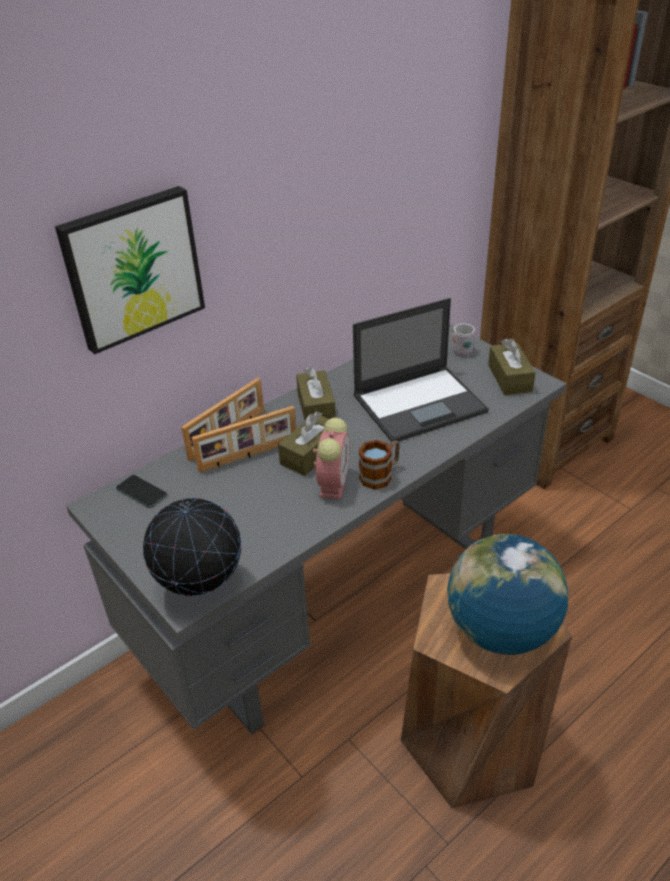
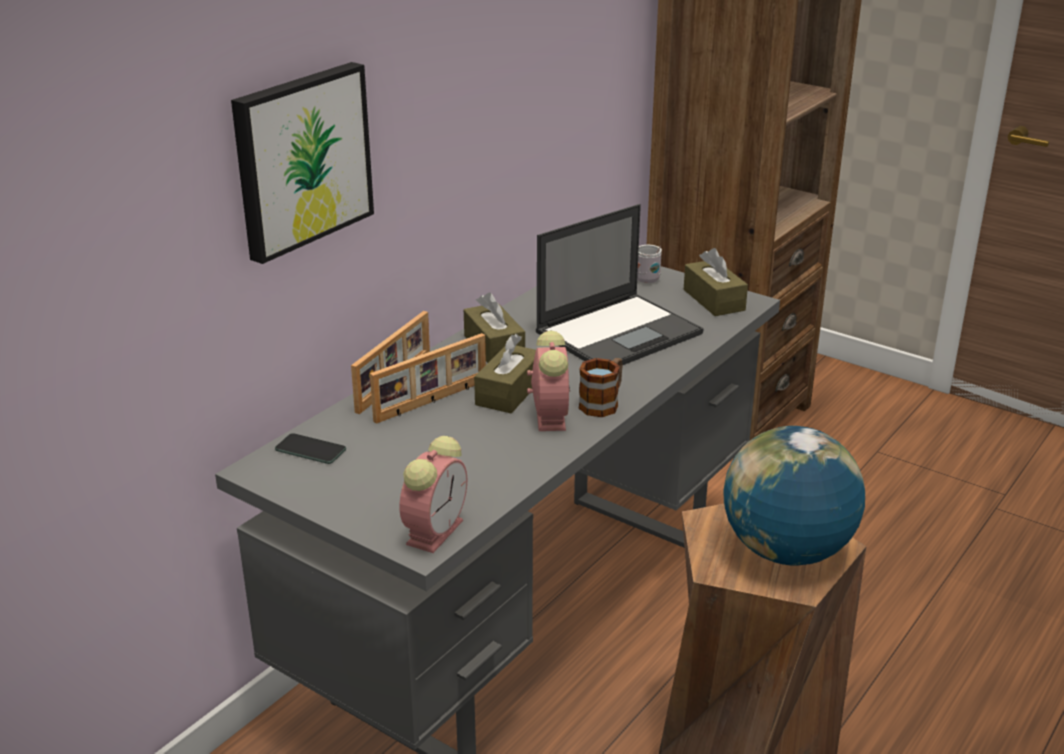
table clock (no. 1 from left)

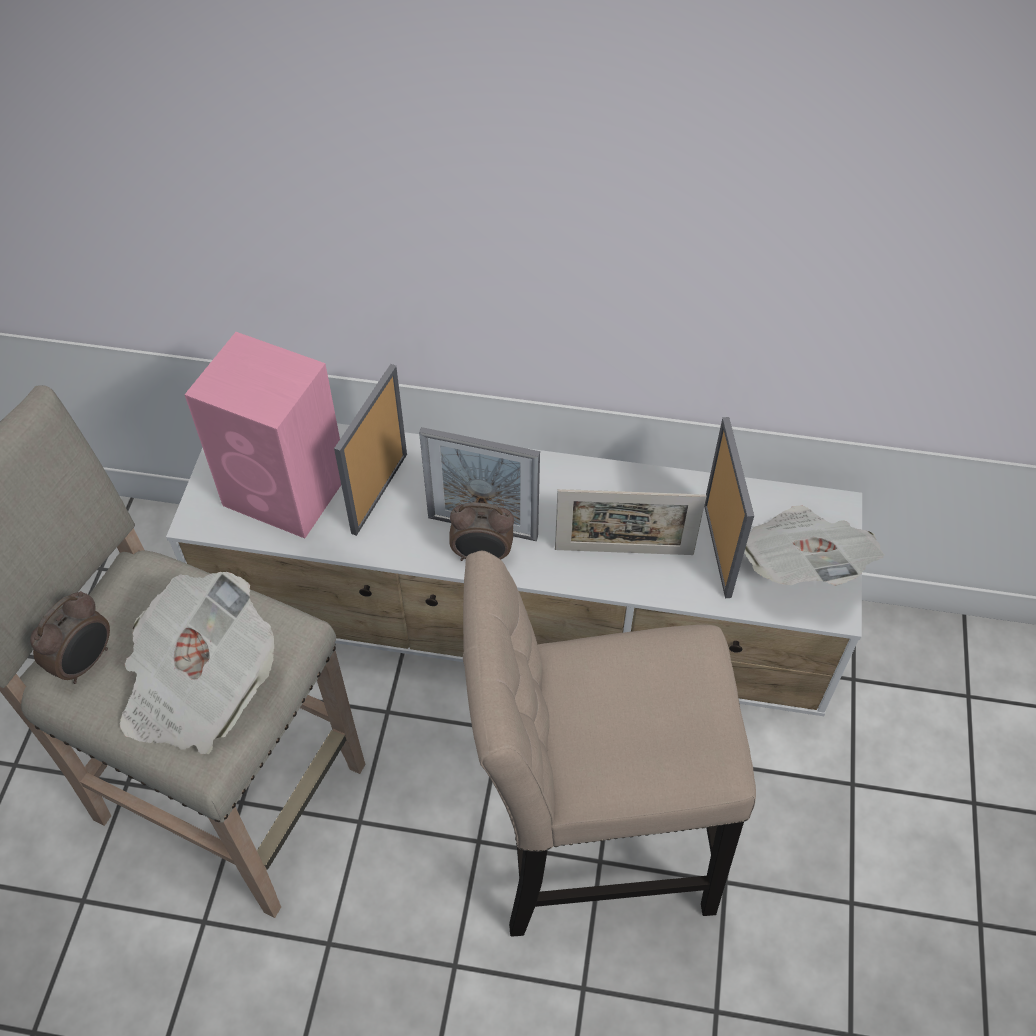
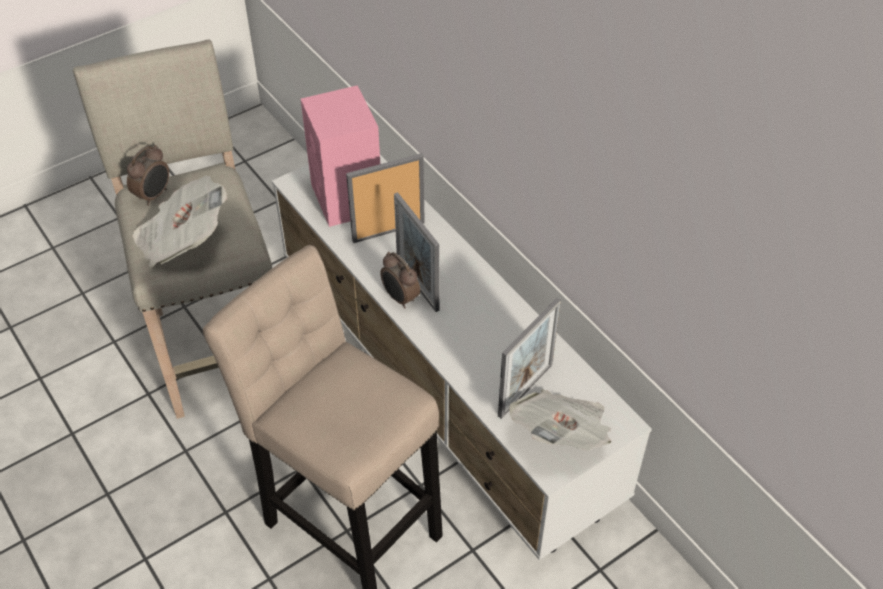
table clock (no. 1 from left); standing frame (no. 3 from left in the first image)

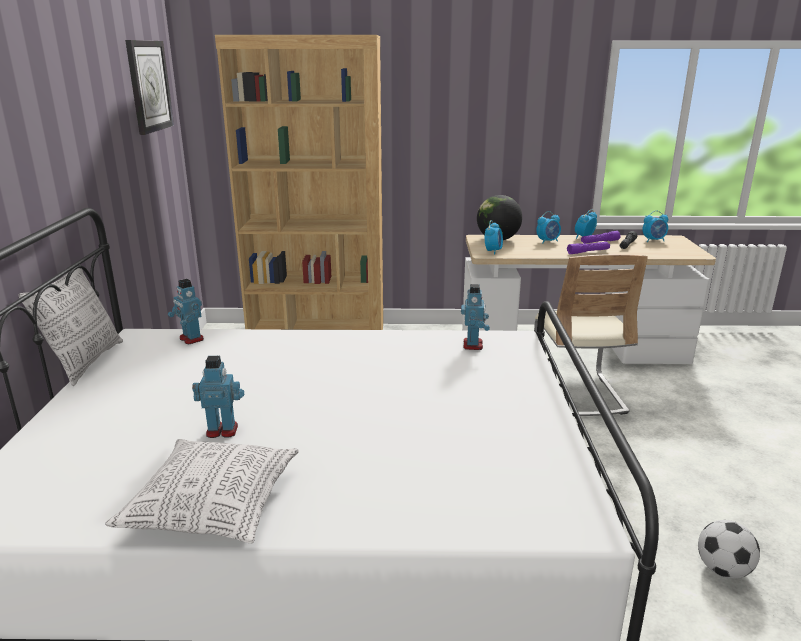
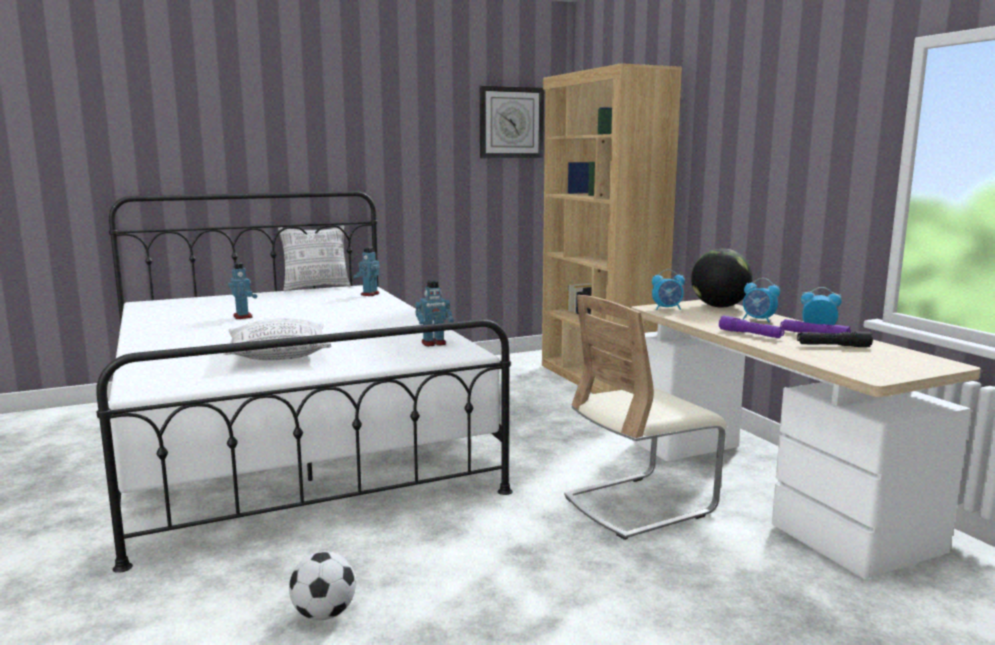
cushion (no. 1 from left); table clock (no. 4 from left in the first image)

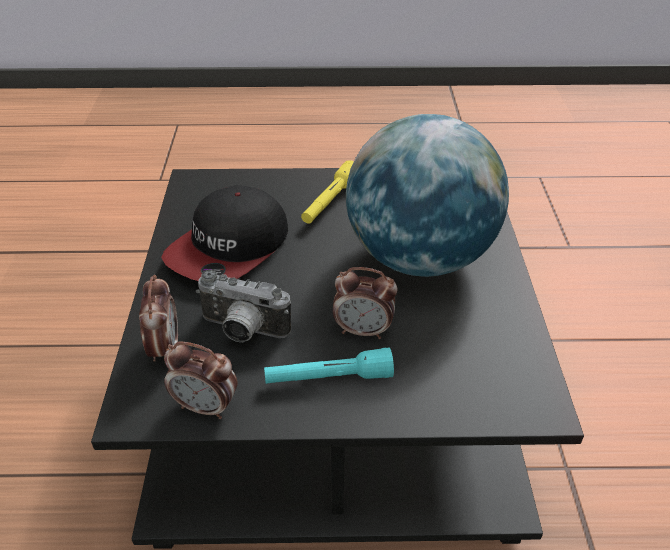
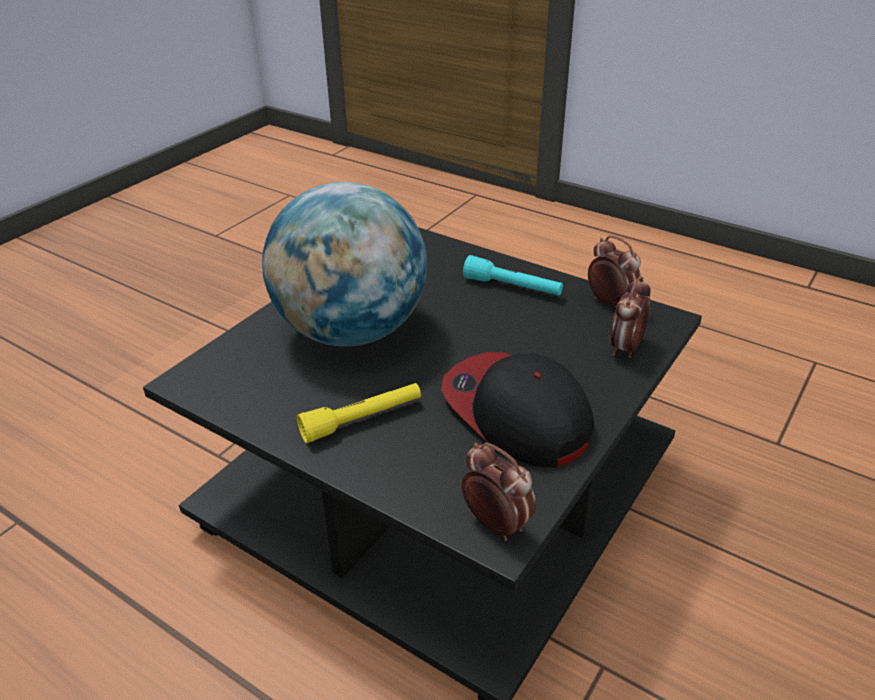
cap; table clock (no. 1 from left); still camera

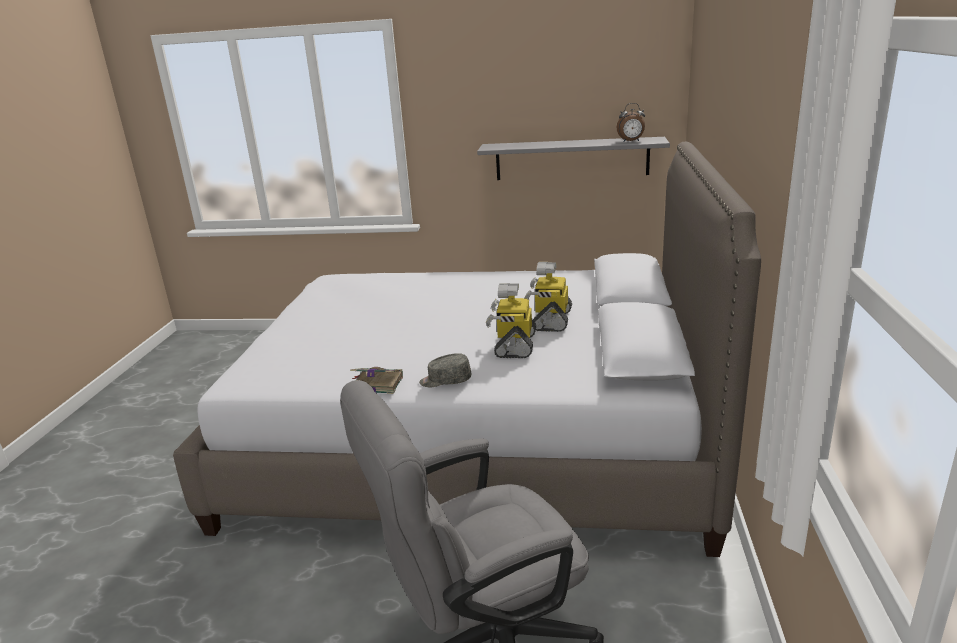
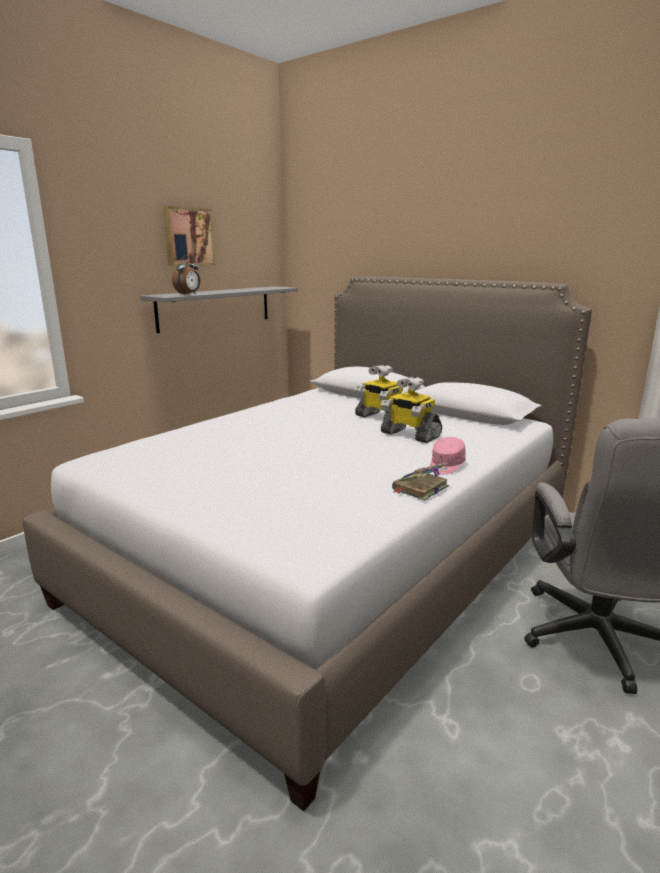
wall picture; table clock; pink-coloured cap

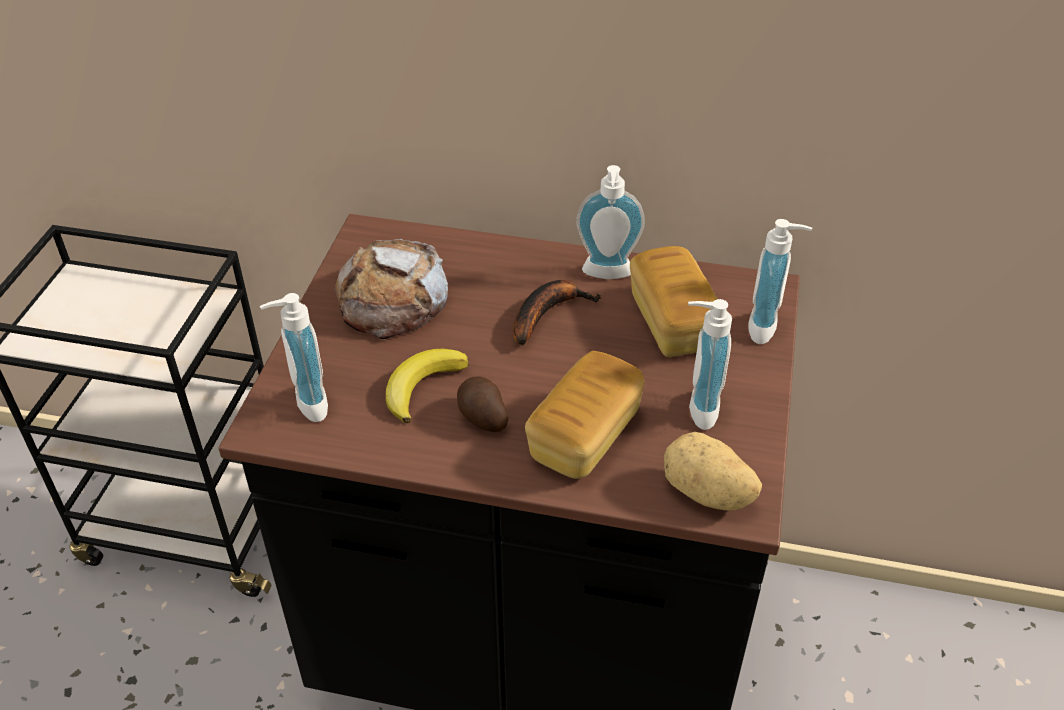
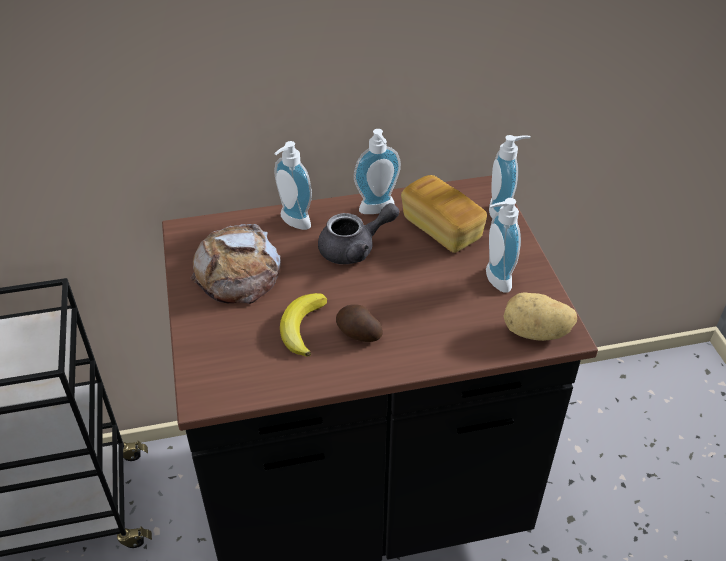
soap dispenser (no. 1 from left); greyish tea pot; bakery bread (no. 2 from left in the first image)

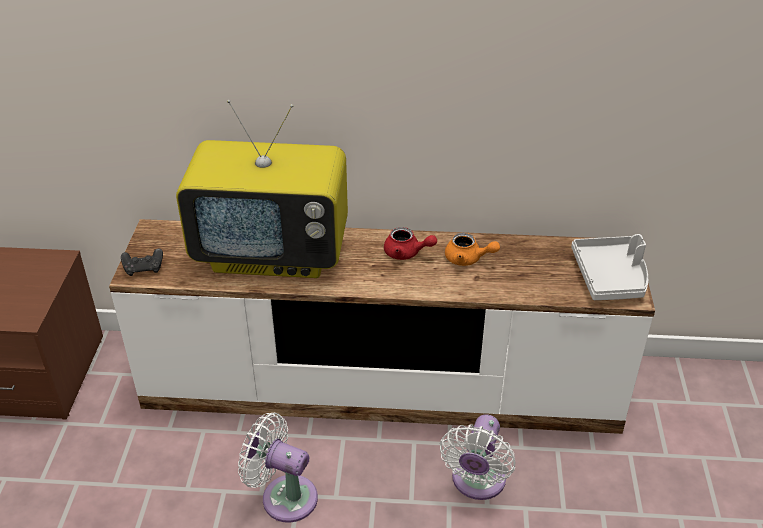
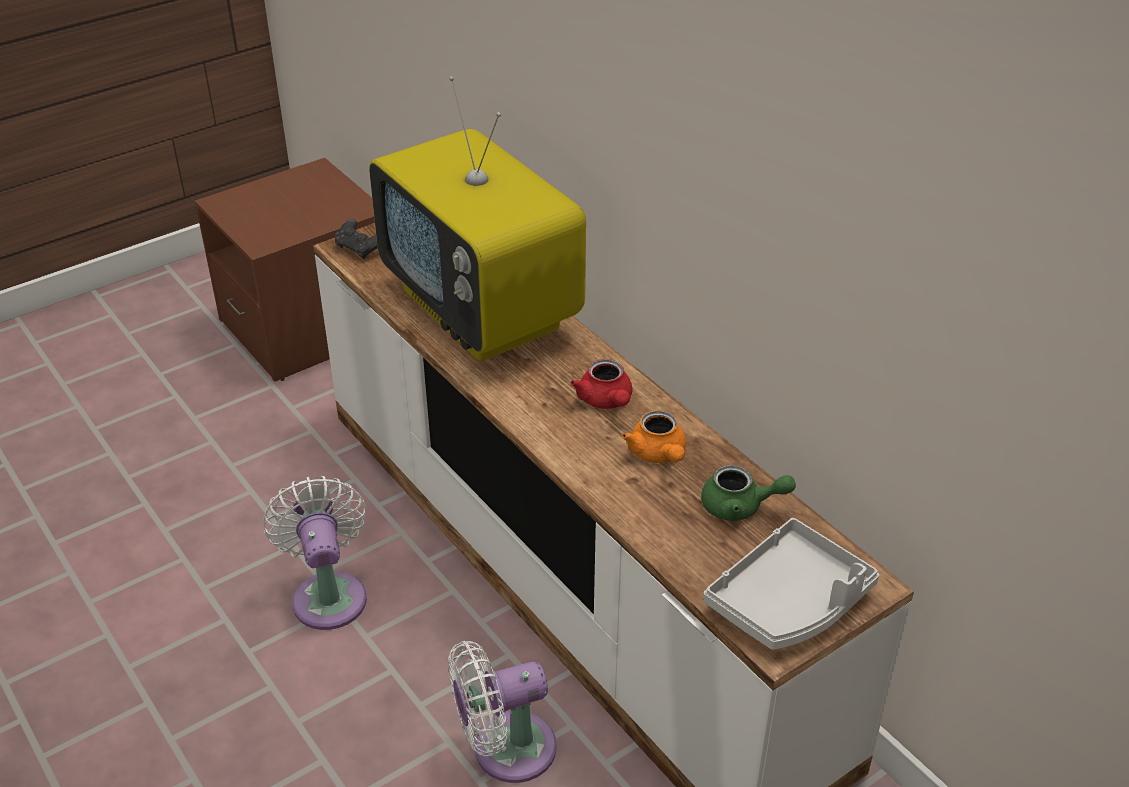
green tea pot

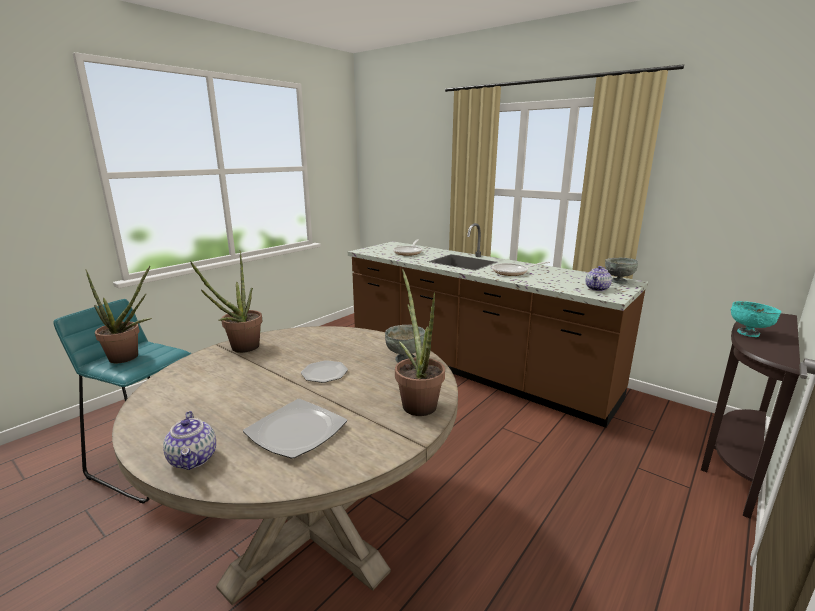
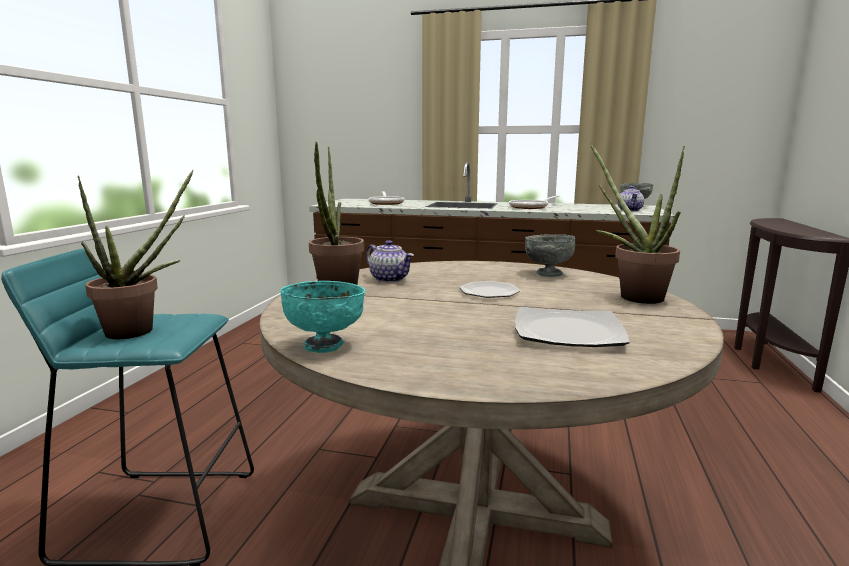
turquoise bowl; tea pot (no. 1 from left)

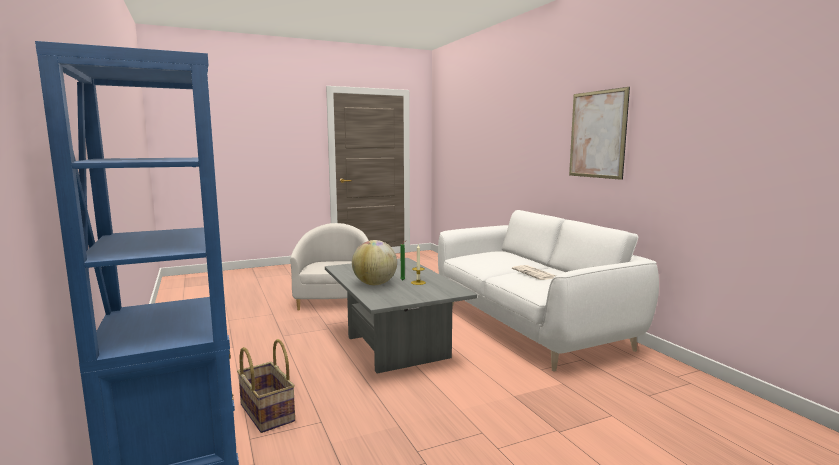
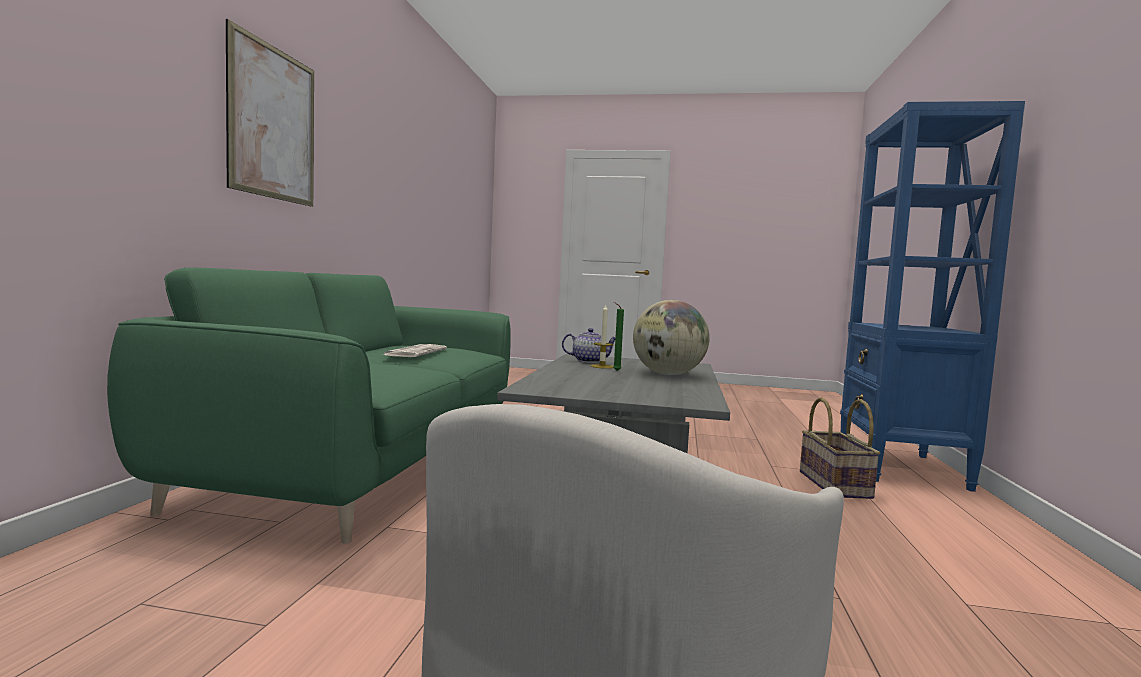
green couch; tea pot

